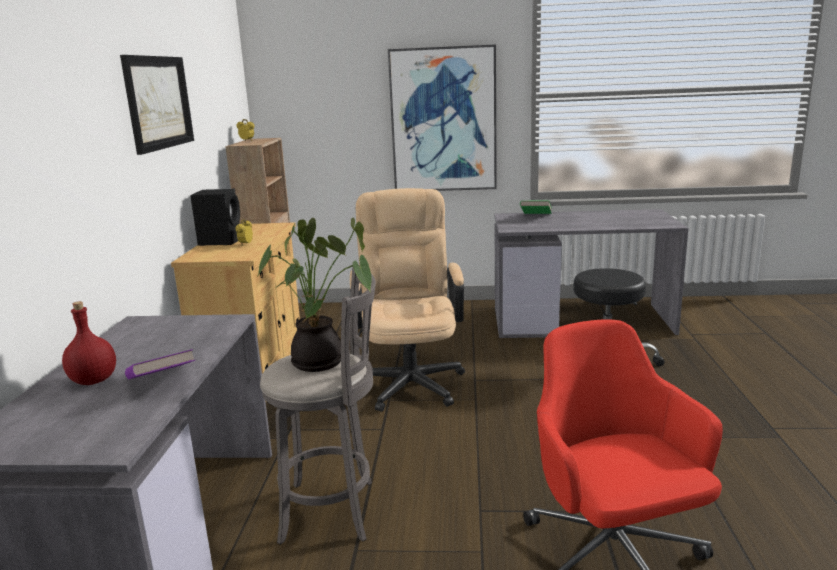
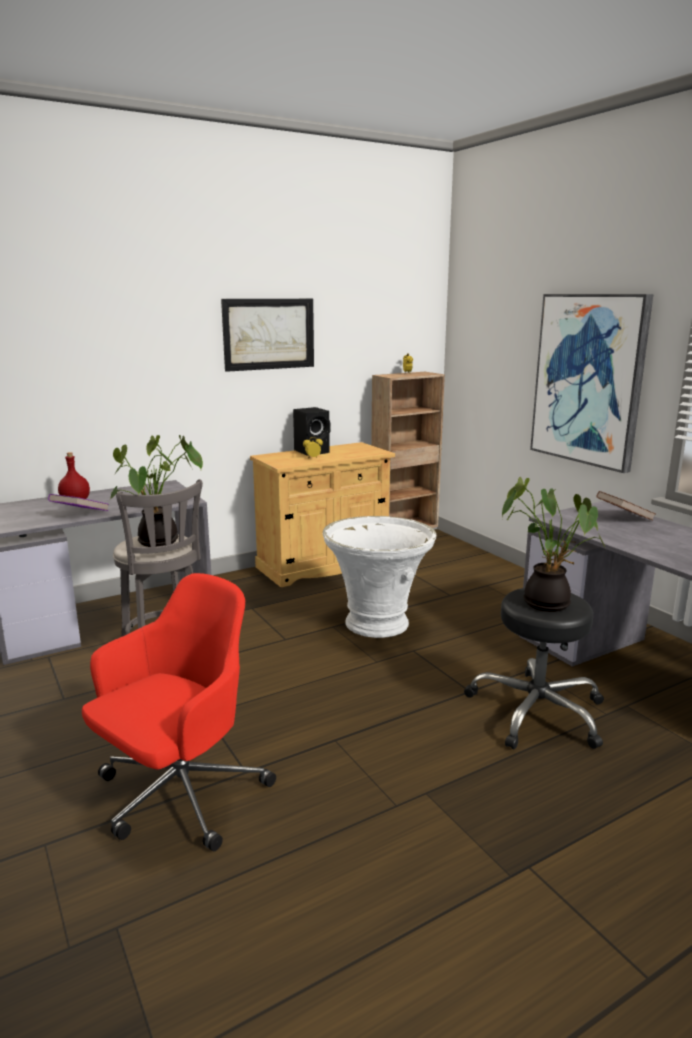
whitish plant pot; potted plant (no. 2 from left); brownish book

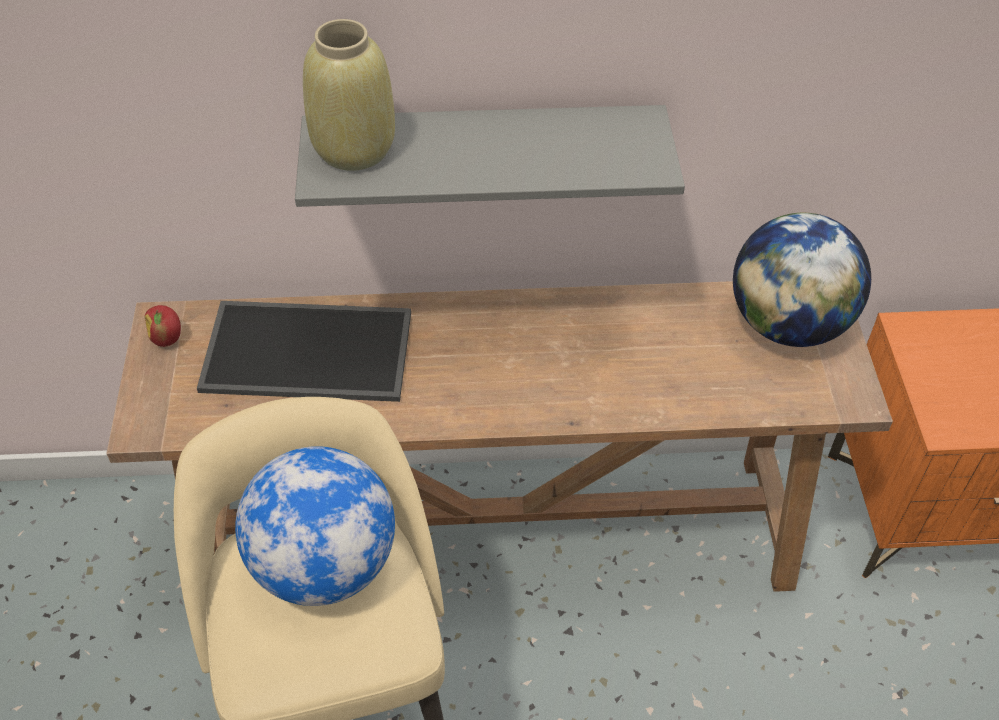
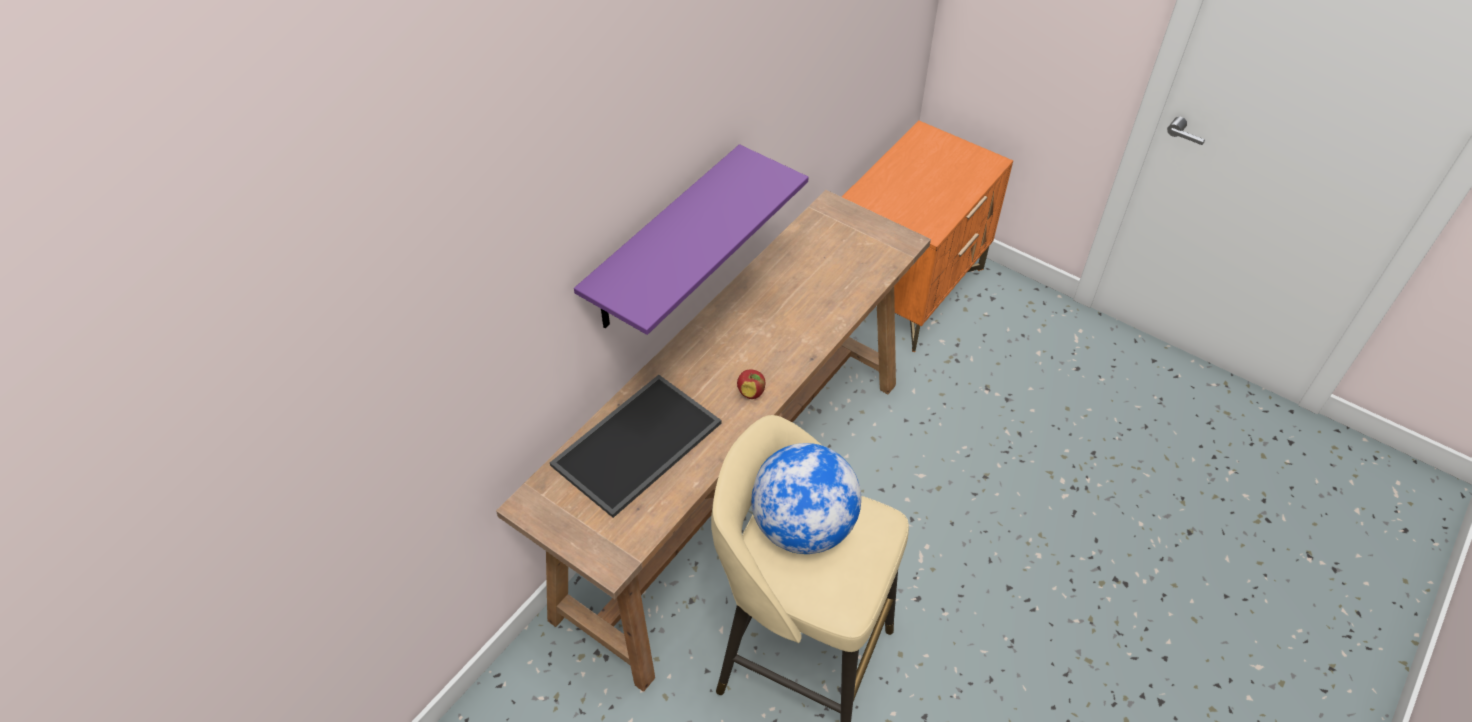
purple-coloured bracket shelf; apple fruit; sand-coloured vase; globe (no. 2 from left in the first image)

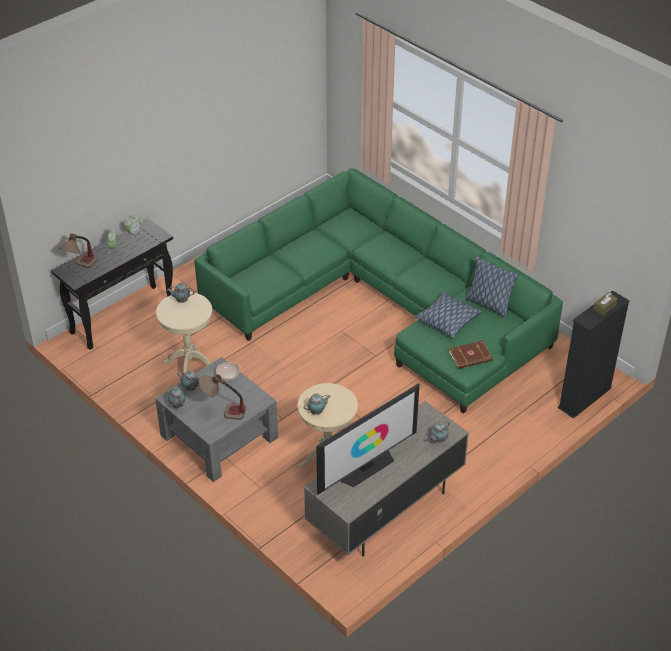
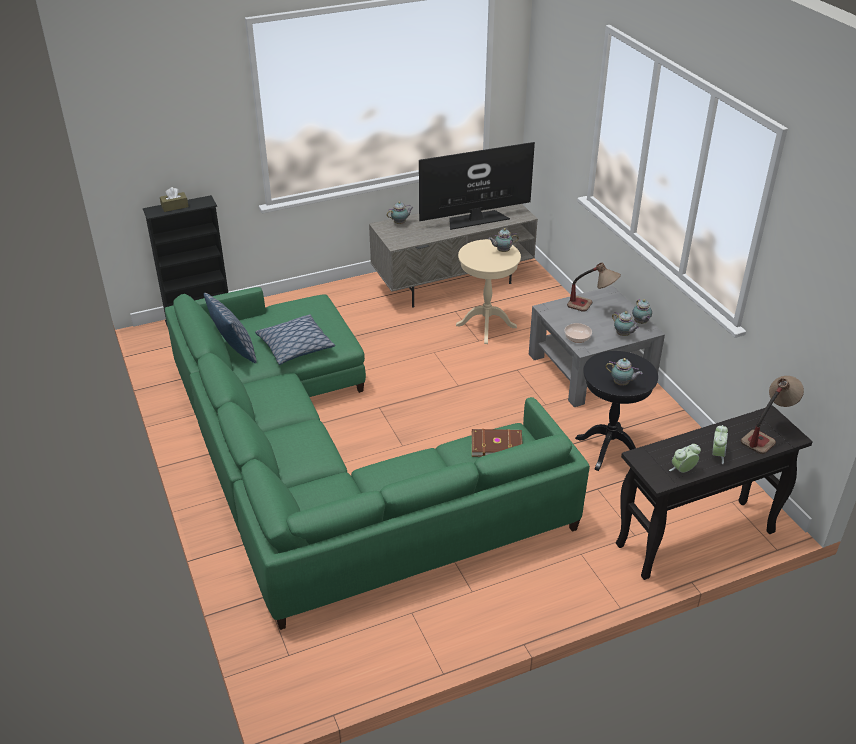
brownish book; blackish end table

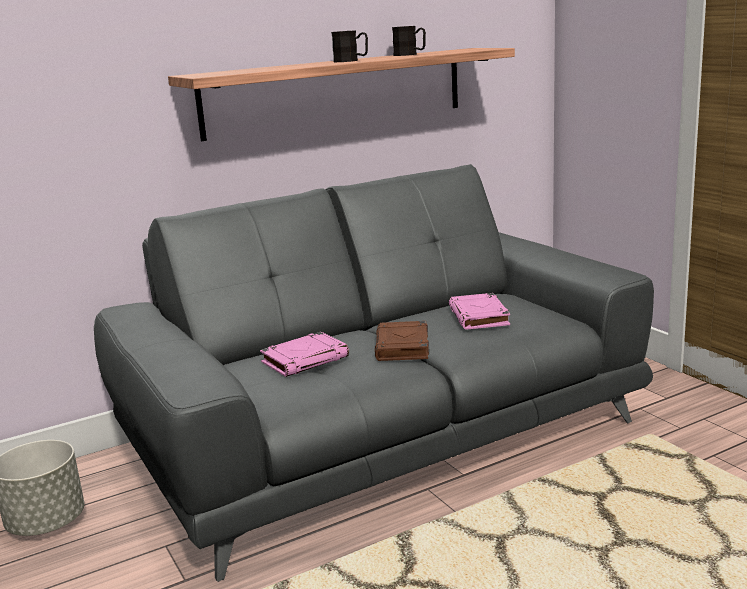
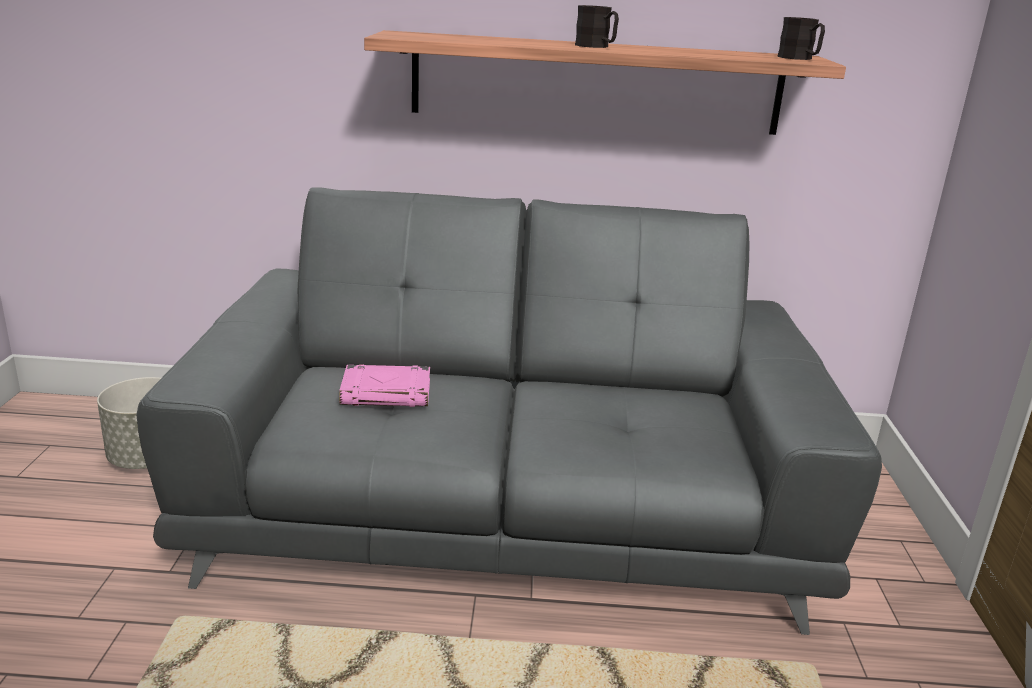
blackish tea mug (no. 2 from left); brownish book; pink-coloured book (no. 2 from left in the first image)

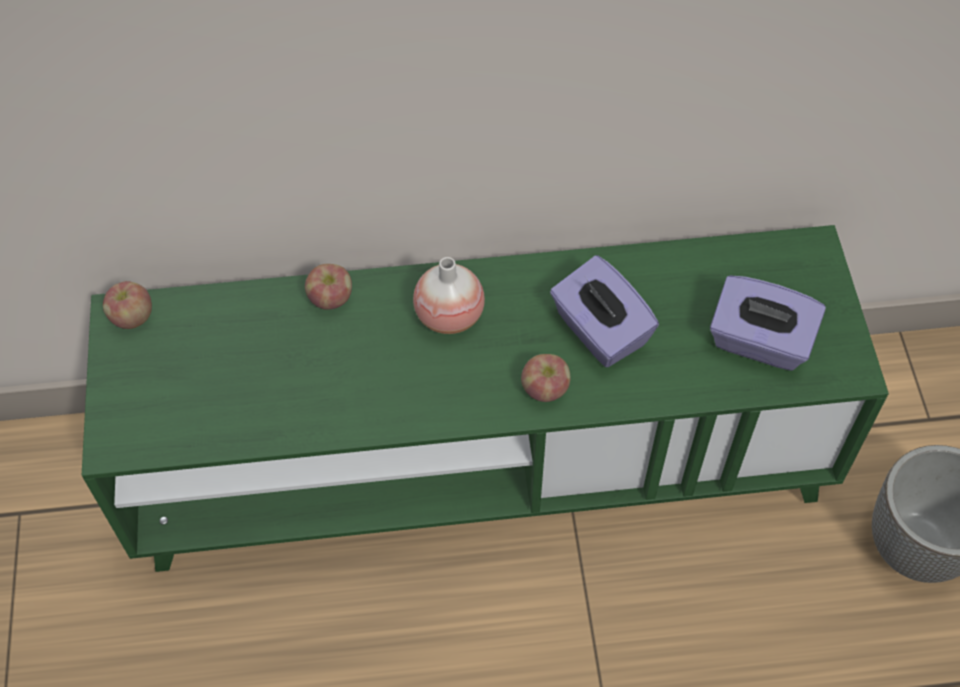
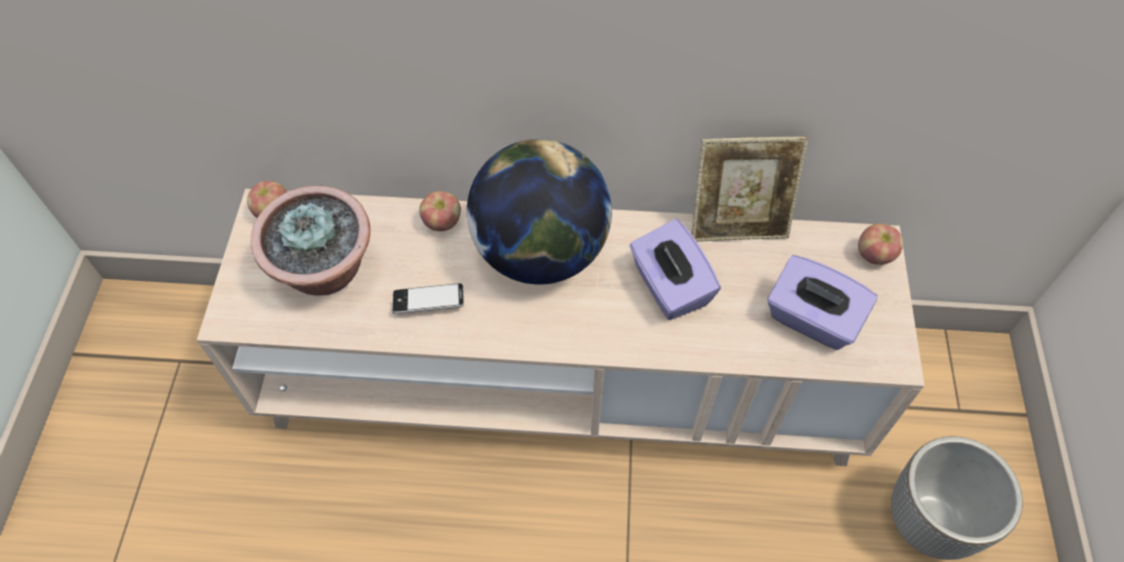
sand-coloured tv stand; potted plant; handset; globe; standing frame; apple fruit (no. 3 from left)

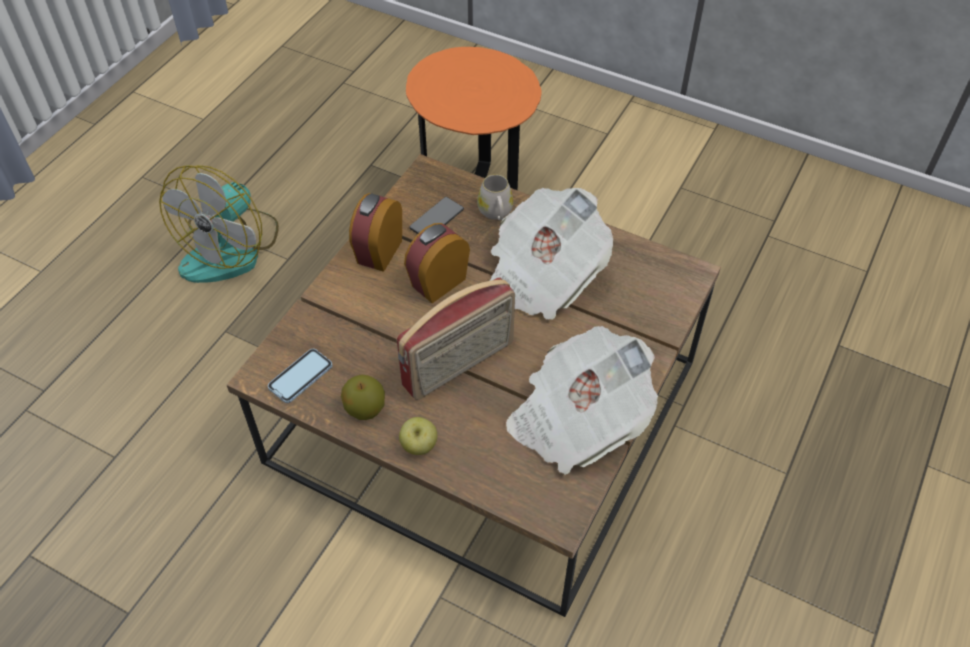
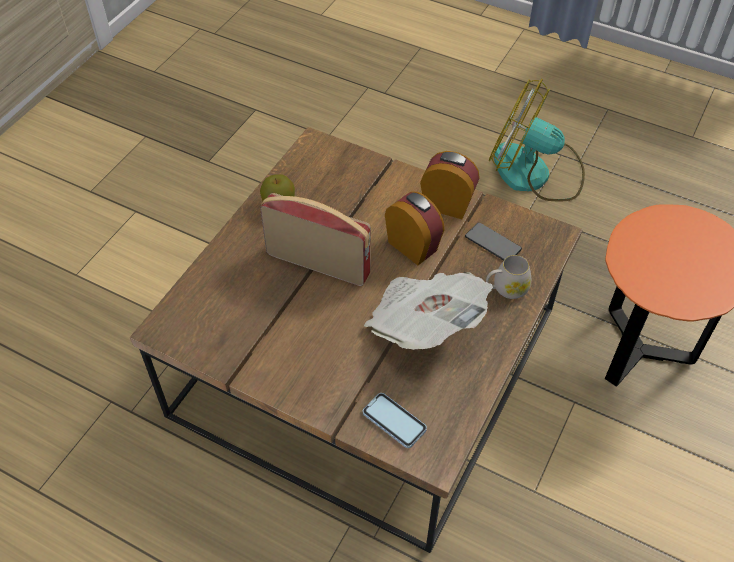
radio receiver; handset (no. 1 from left); apple fruit (no. 2 from left in the first image); daily paper (no. 2 from left in the first image)

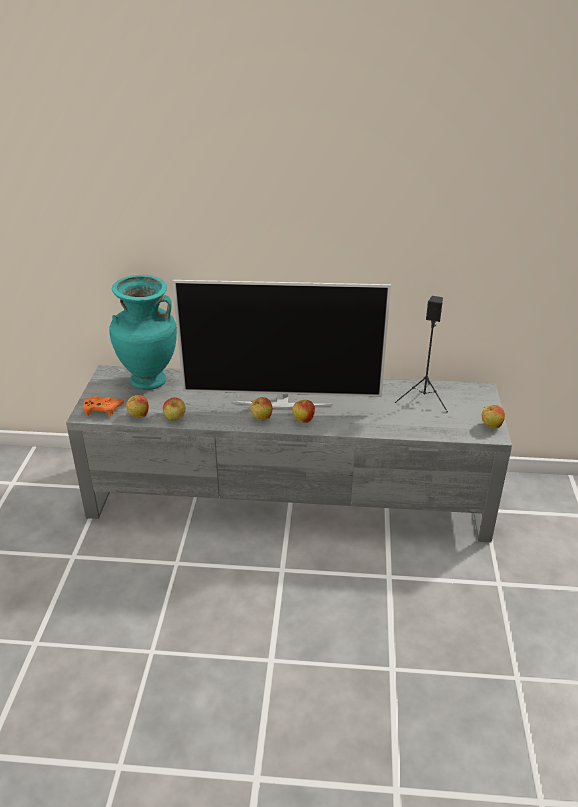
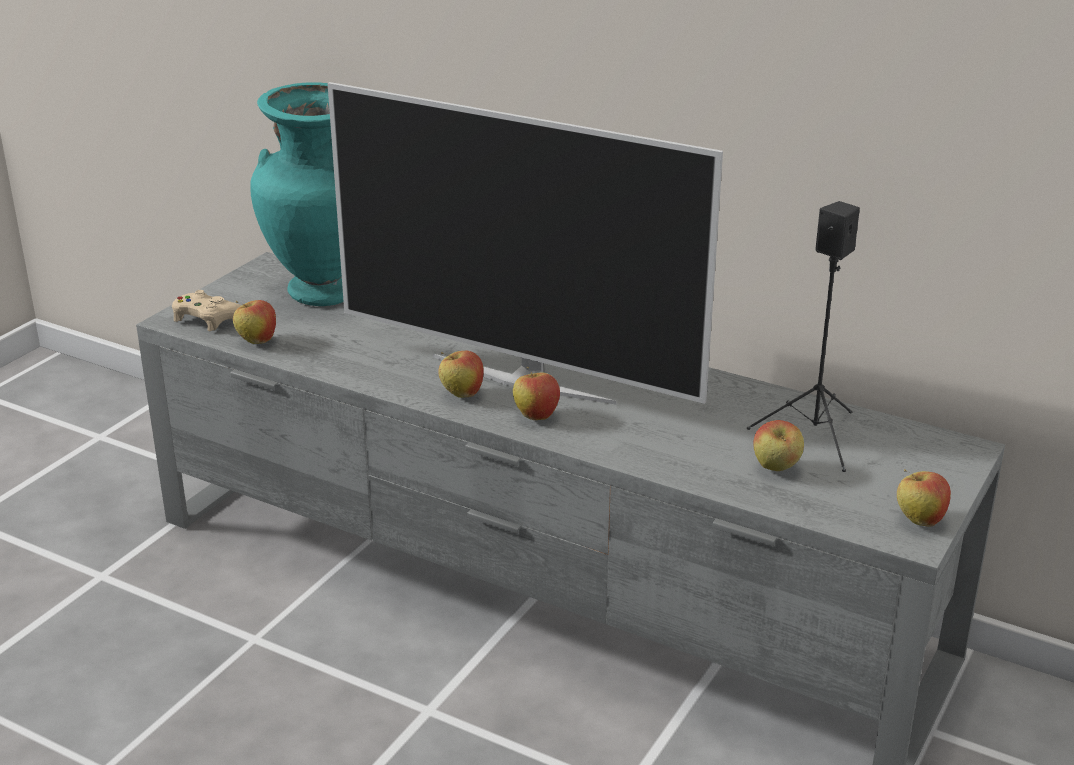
sand-coloured joypad; apple fruit (no. 4 from left)

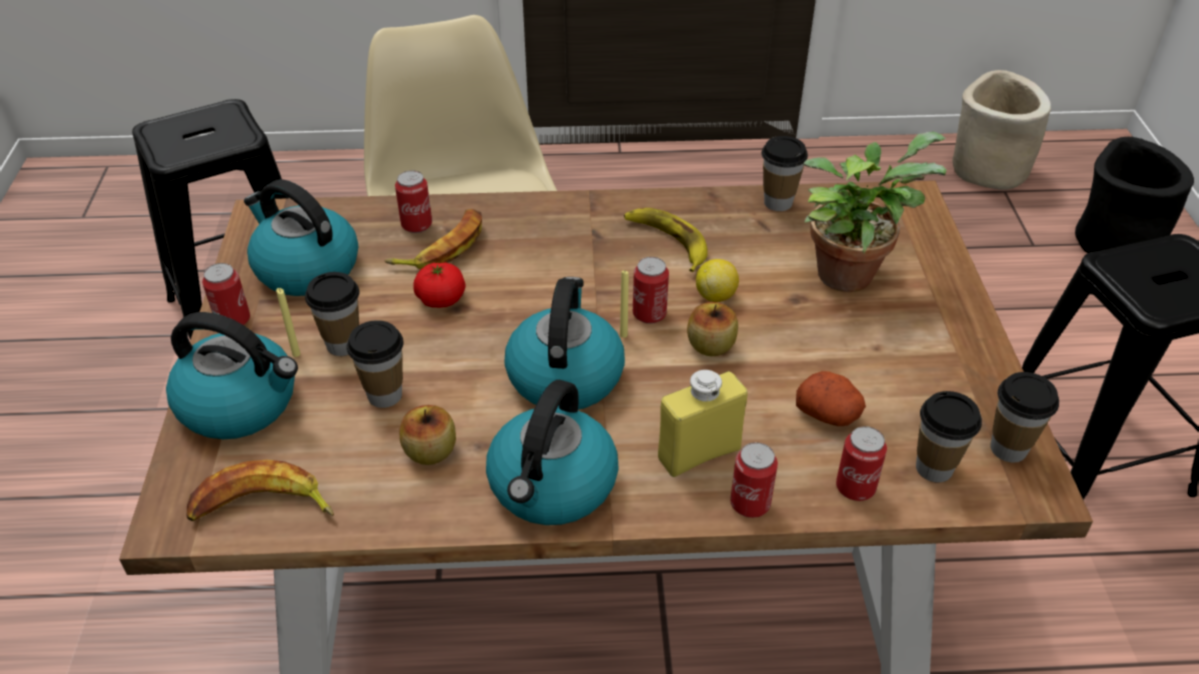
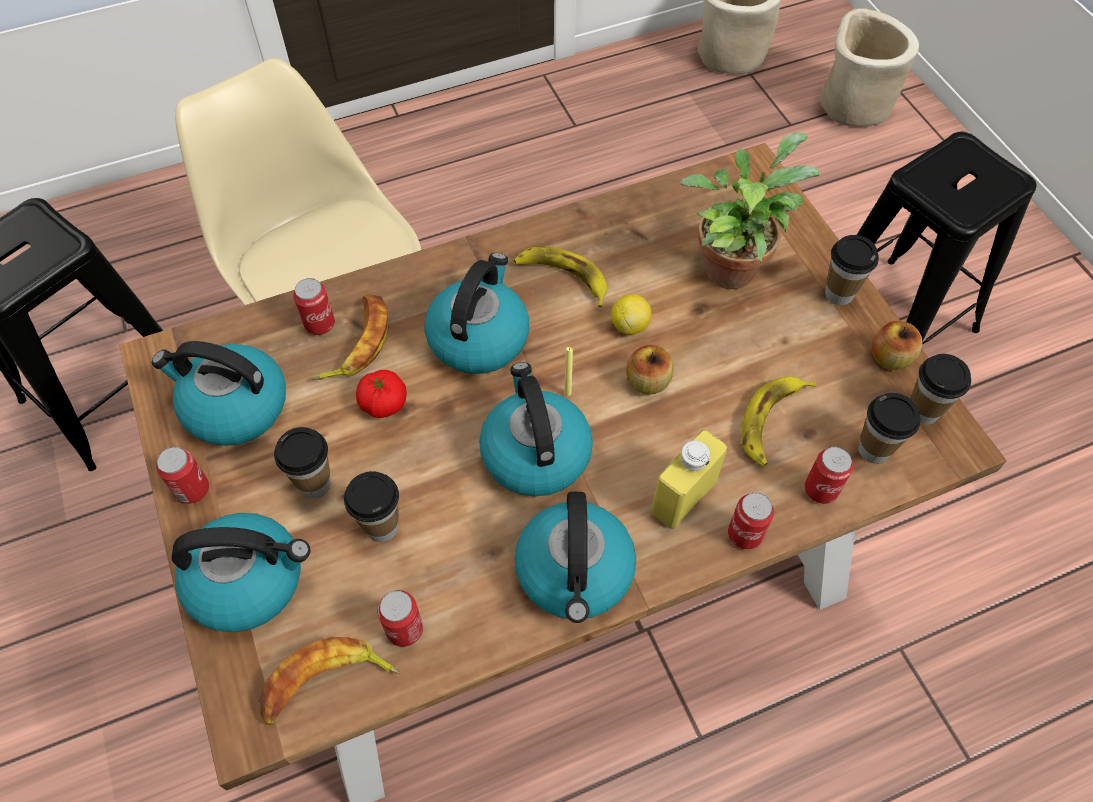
sealed can (no. 3 from left); tea kettle (no. 3 from left); banana (no. 4 from left); sand-coloured plant pot (no. 2 from left); small cup (no. 3 from left); apple fruit (no. 2 from left); yellow-coloured candle (no. 1 from left in the first image)

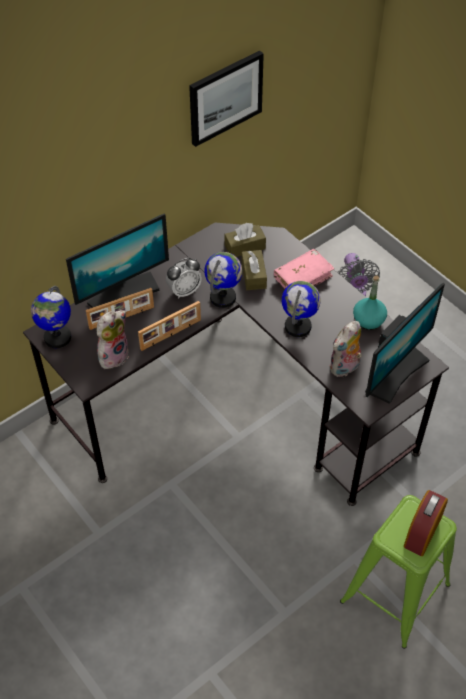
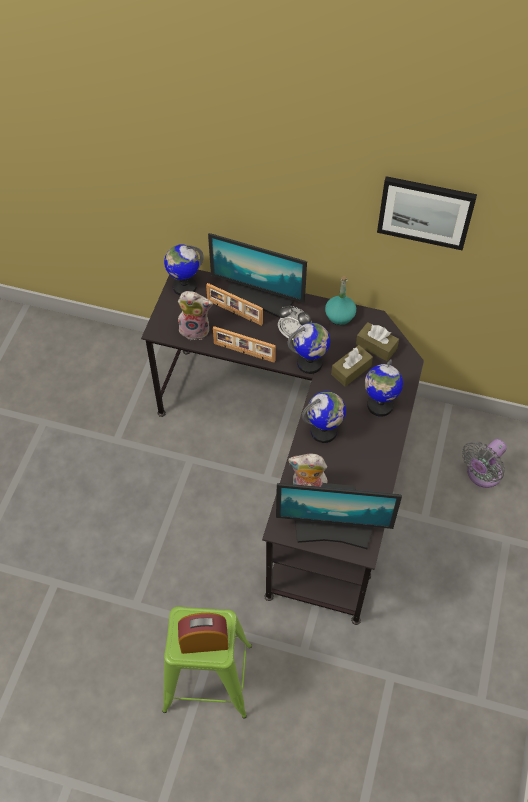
turquoise beverage bottle; globe (no. 4 from left)

